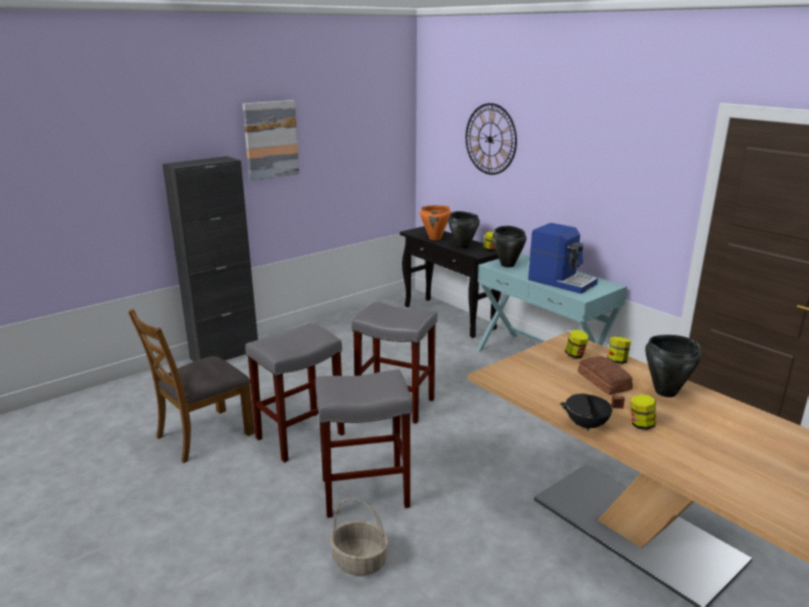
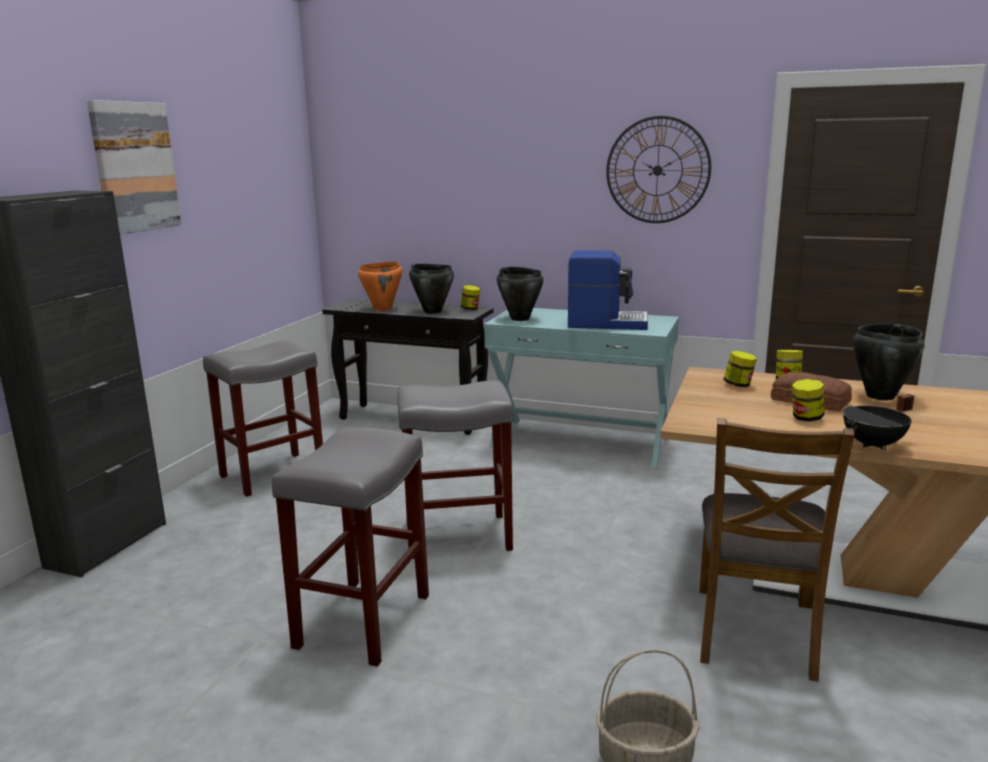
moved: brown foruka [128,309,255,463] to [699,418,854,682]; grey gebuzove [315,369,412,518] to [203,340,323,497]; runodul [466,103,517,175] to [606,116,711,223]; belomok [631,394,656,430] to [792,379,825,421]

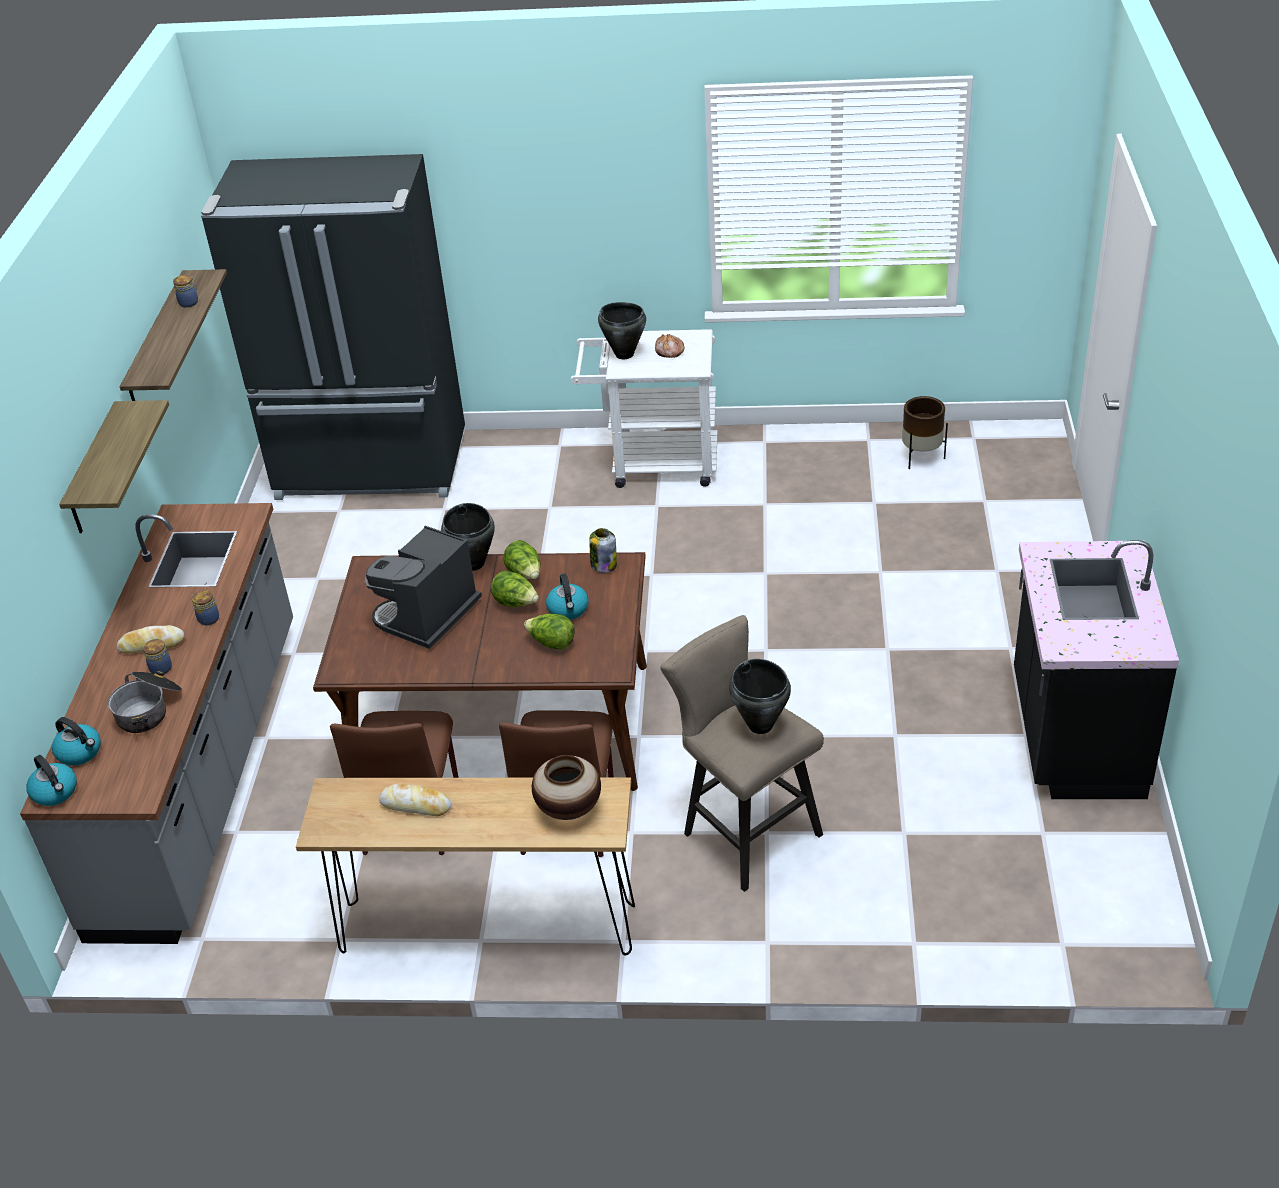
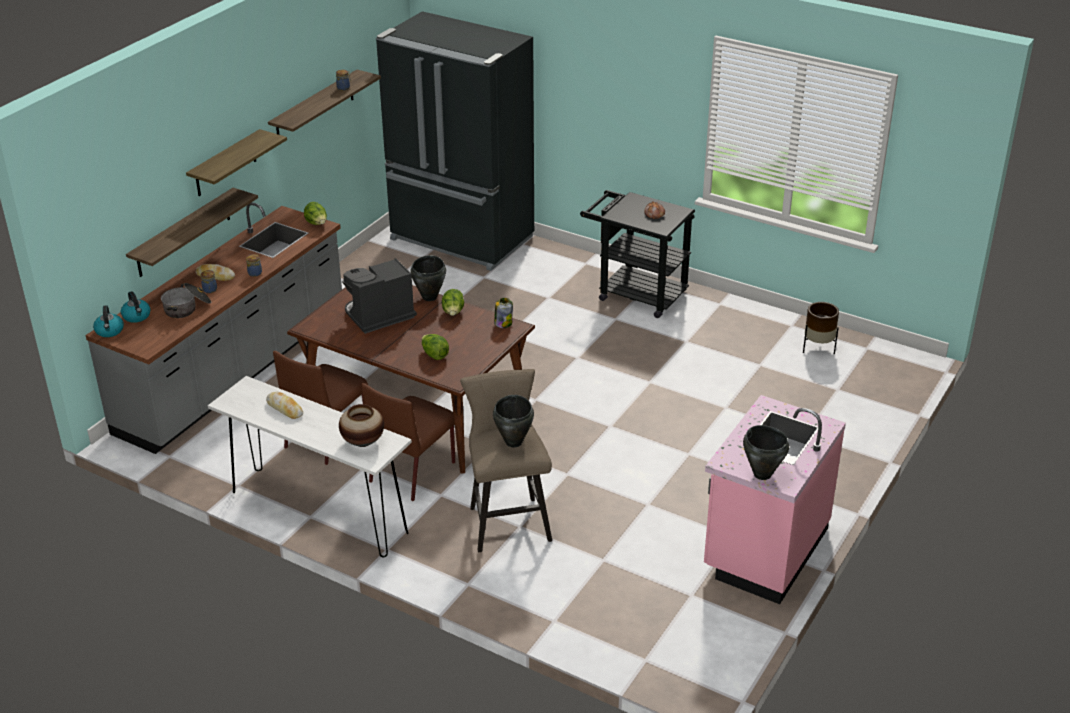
removed: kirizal [546,574,589,620]
added: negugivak [126,188,258,277]
moved: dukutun [491,571,539,607] to [304,202,327,225]; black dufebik [598,302,646,359] to [743,425,789,480]
recoloured: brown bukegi [296,777,635,955] to white bukegi [208,376,412,557]; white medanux [571,329,718,488] to black medanux [580,190,695,318]; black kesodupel [1014,540,1179,799] to pink kesodupel [704,395,846,604]

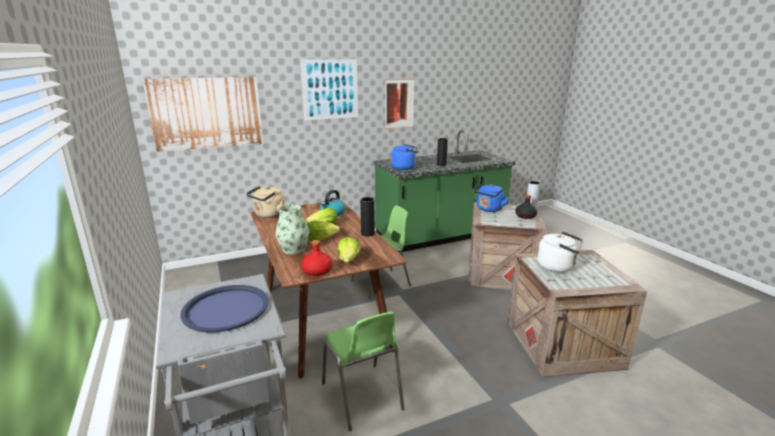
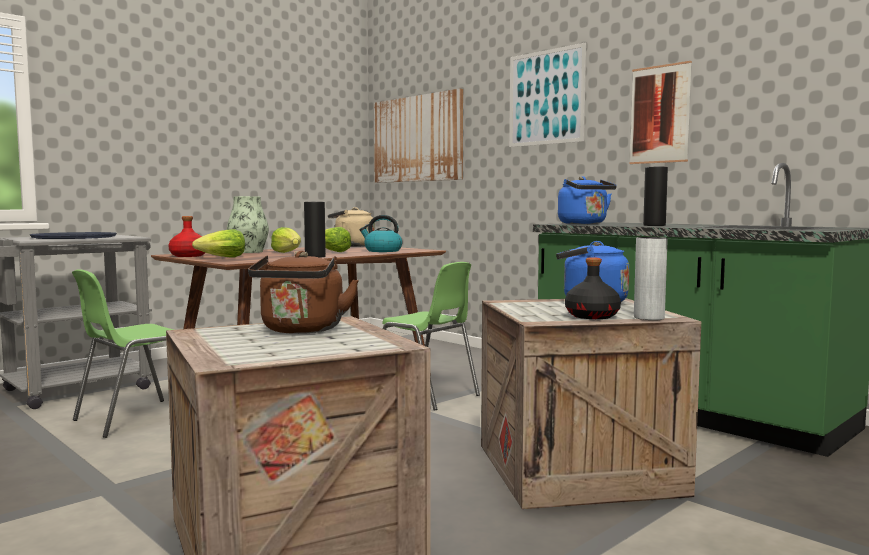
recoloured: white kirizal [537,231,583,272] to brown kirizal [248,251,359,334]

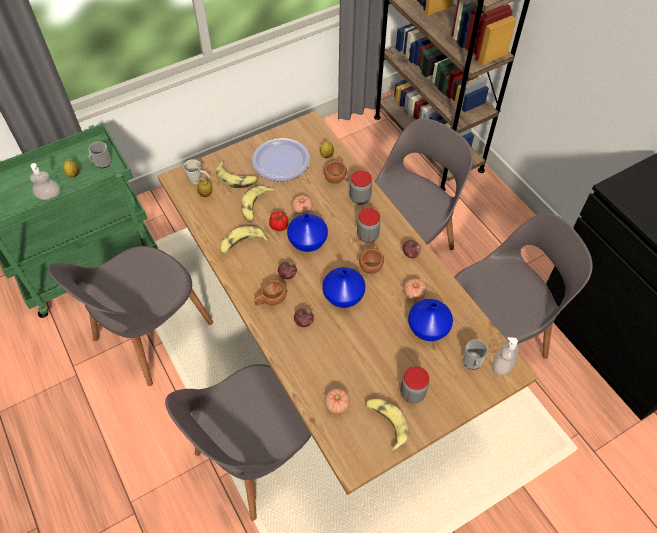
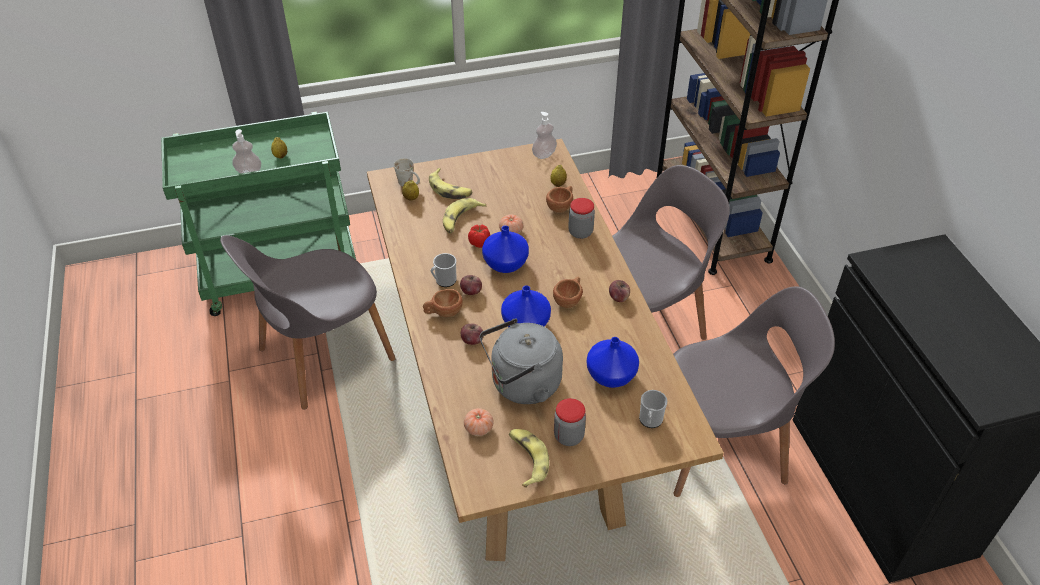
removed: grey foruka [165,364,312,521]; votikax [220,226,269,255]; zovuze [252,138,310,181]; belomok [357,208,381,243]; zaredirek [403,278,427,300]
added: grey kirizal [479,319,563,404]
moved: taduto [88,142,111,168] to [430,253,457,287]; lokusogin [493,337,518,376] to [532,112,557,159]

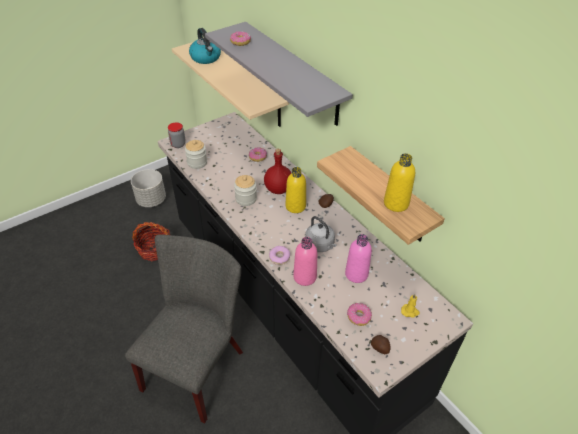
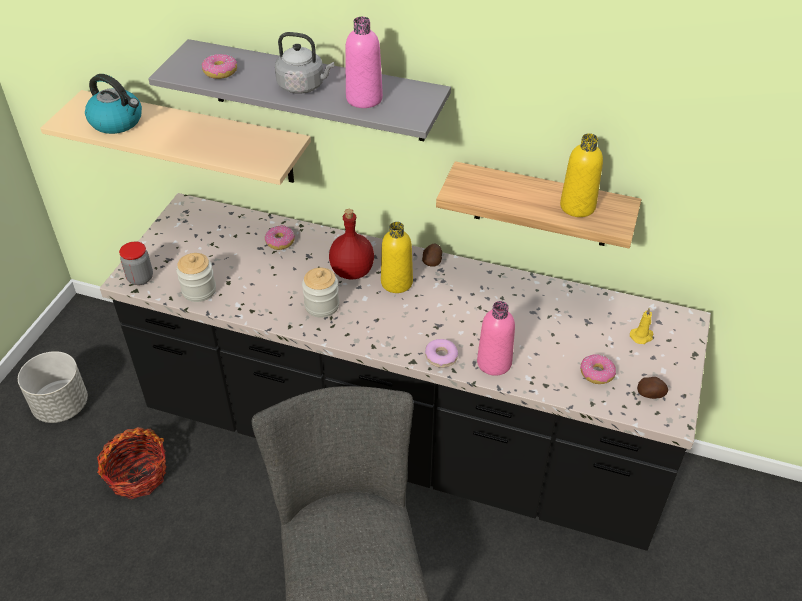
moved: grey kirizal [305,216,337,252] to [275,32,334,94]; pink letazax [345,234,372,283] to [345,17,383,108]

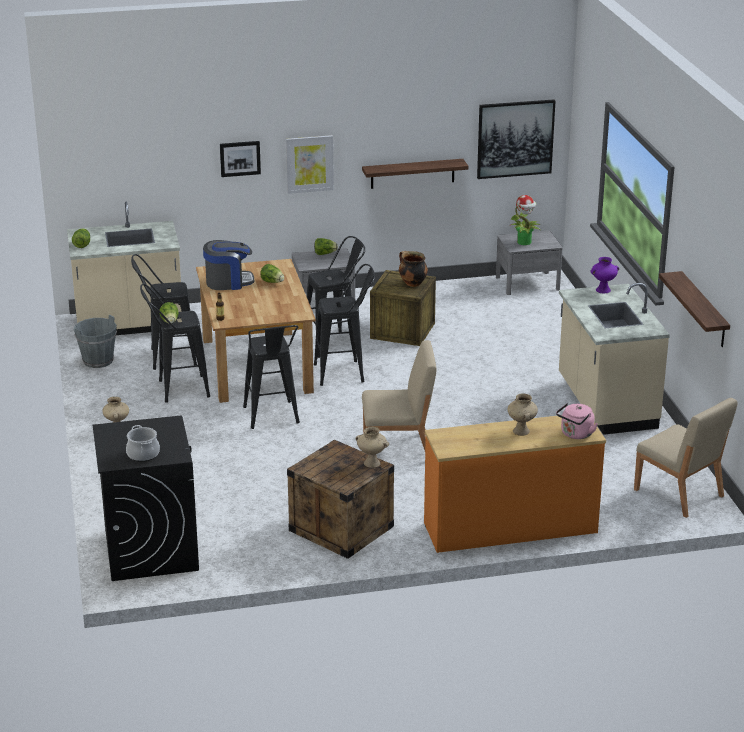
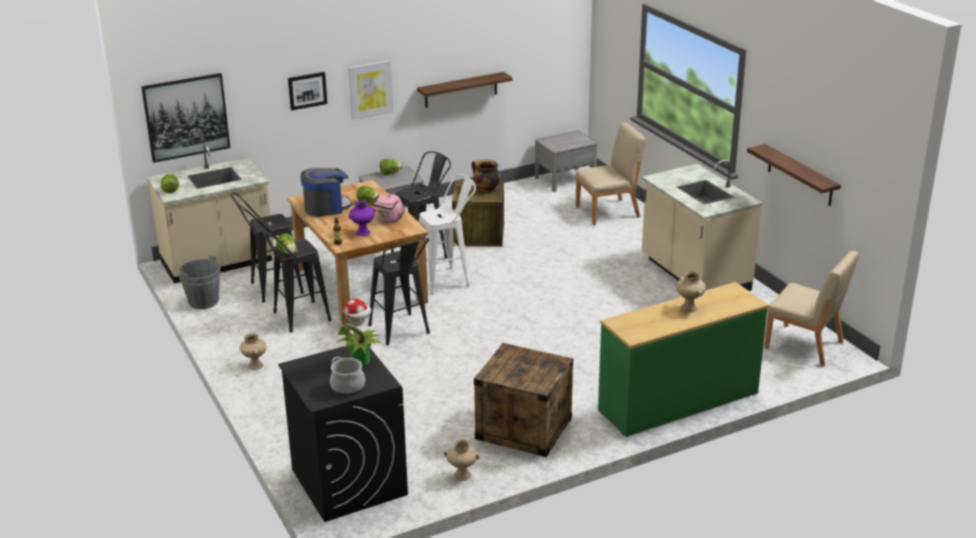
moved: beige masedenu [355,427,389,468] to [444,440,481,481]; beige foruka [362,340,437,450] to [576,122,646,225]; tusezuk [477,99,555,179] to [141,73,230,163]; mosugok [510,195,540,245] to [337,299,382,366]; pink kirizal [556,403,597,439] to [371,194,406,223]; purple masedenu [590,257,619,293] to [348,200,376,236]
recoloured: black gebuzove [314,264,375,386] to white gebuzove [419,174,476,295]; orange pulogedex [424,416,606,553] to green pulogedex [598,282,769,437]

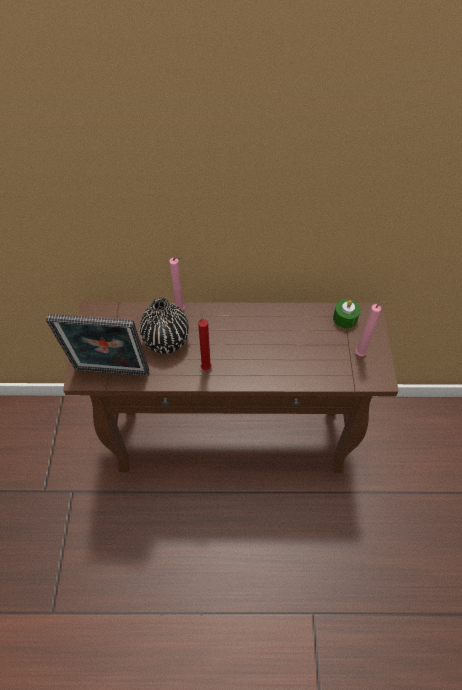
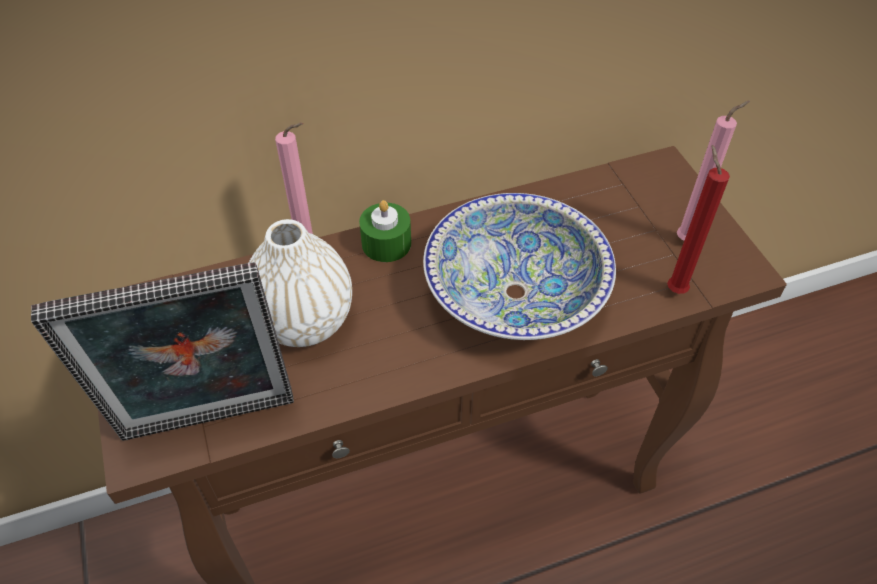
added: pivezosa [423,193,616,340]
moved: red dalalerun [198,309,212,371] to [667,145,730,294]; green dalalerun [333,299,360,328] to [359,200,411,262]
recoloured: black masedenu [140,298,189,354] to white masedenu [249,219,352,347]

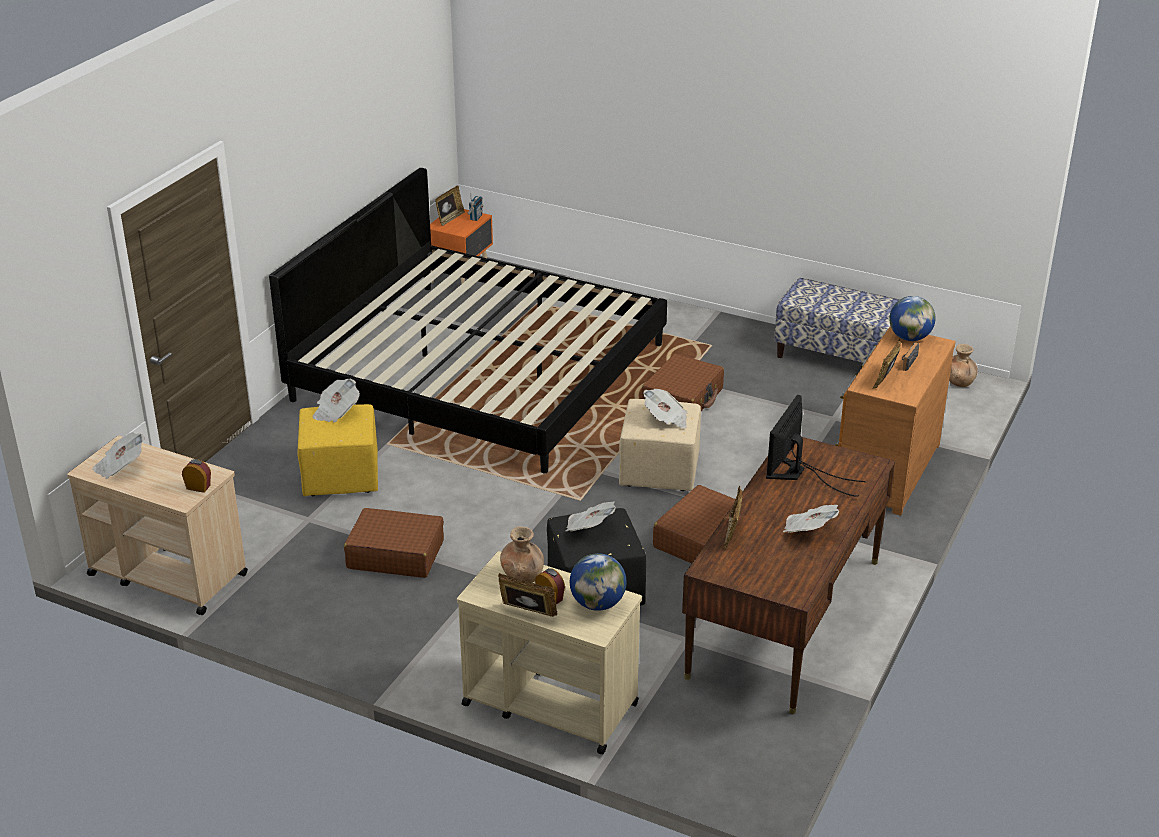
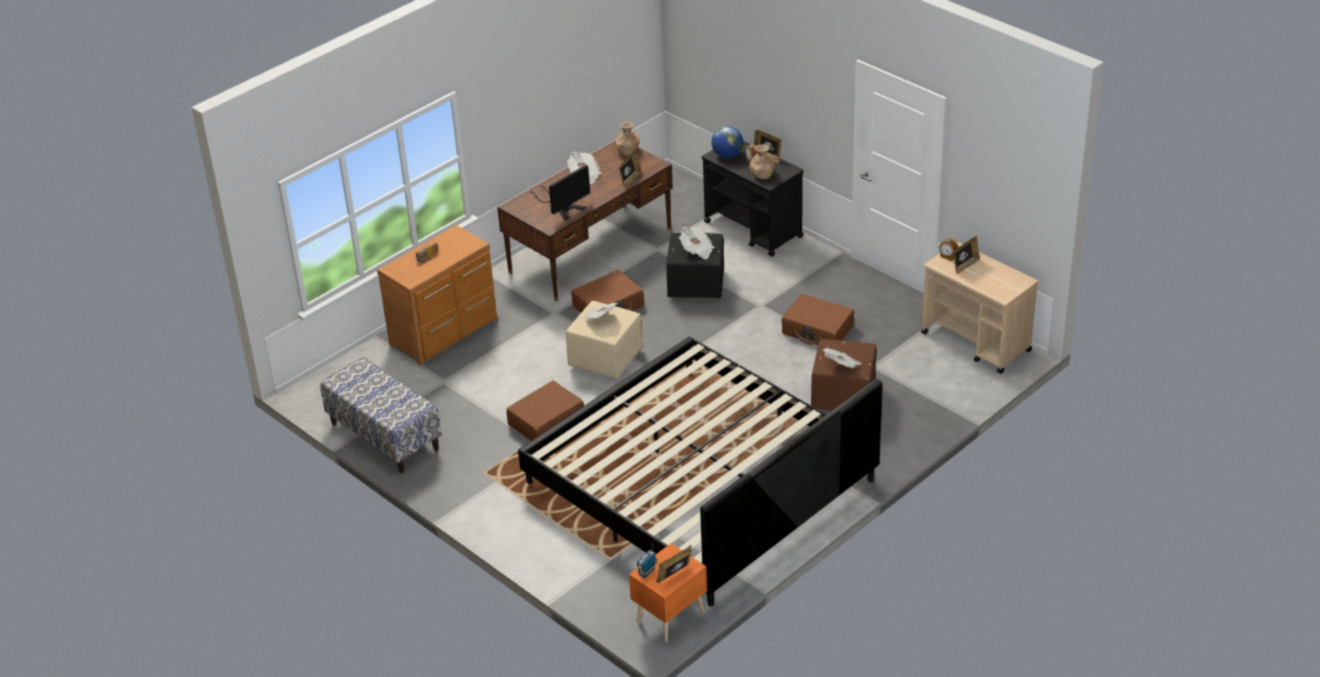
removed: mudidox [92,432,145,479]; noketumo [889,296,936,341]
moved: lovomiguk [872,338,901,389] to [953,236,980,275]; brown masedenu [949,344,978,387] to [615,122,640,156]
recoloured: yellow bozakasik [298,404,378,496] to brown bozakasik [811,339,877,410]; beige medanux [457,551,642,754] to black medanux [702,141,804,257]

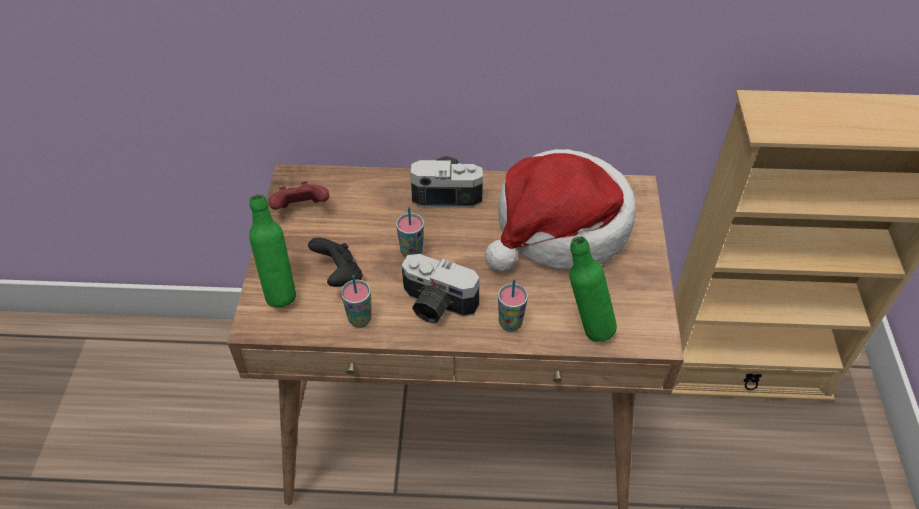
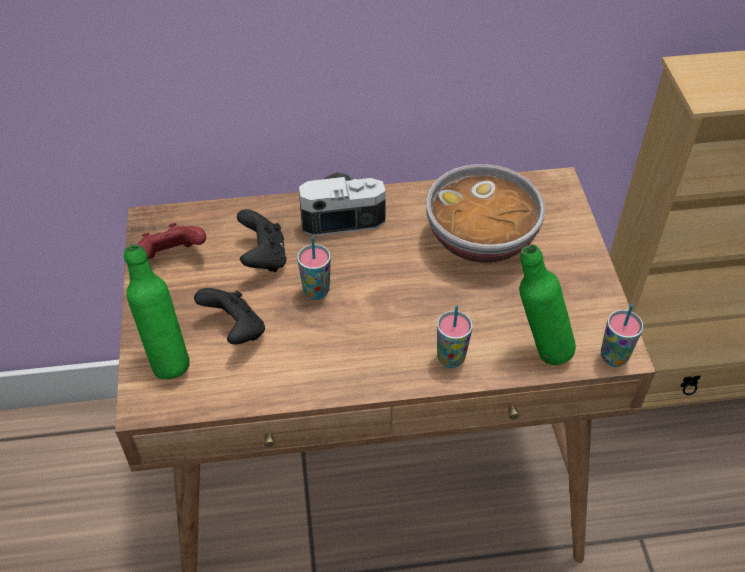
removed: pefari [401,254,480,323]
added: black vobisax [237,209,286,272]
moved: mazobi [341,275,372,328] to [601,304,644,367]
replaced: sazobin [485,149,636,272] to pivezosa [426,164,545,263]

